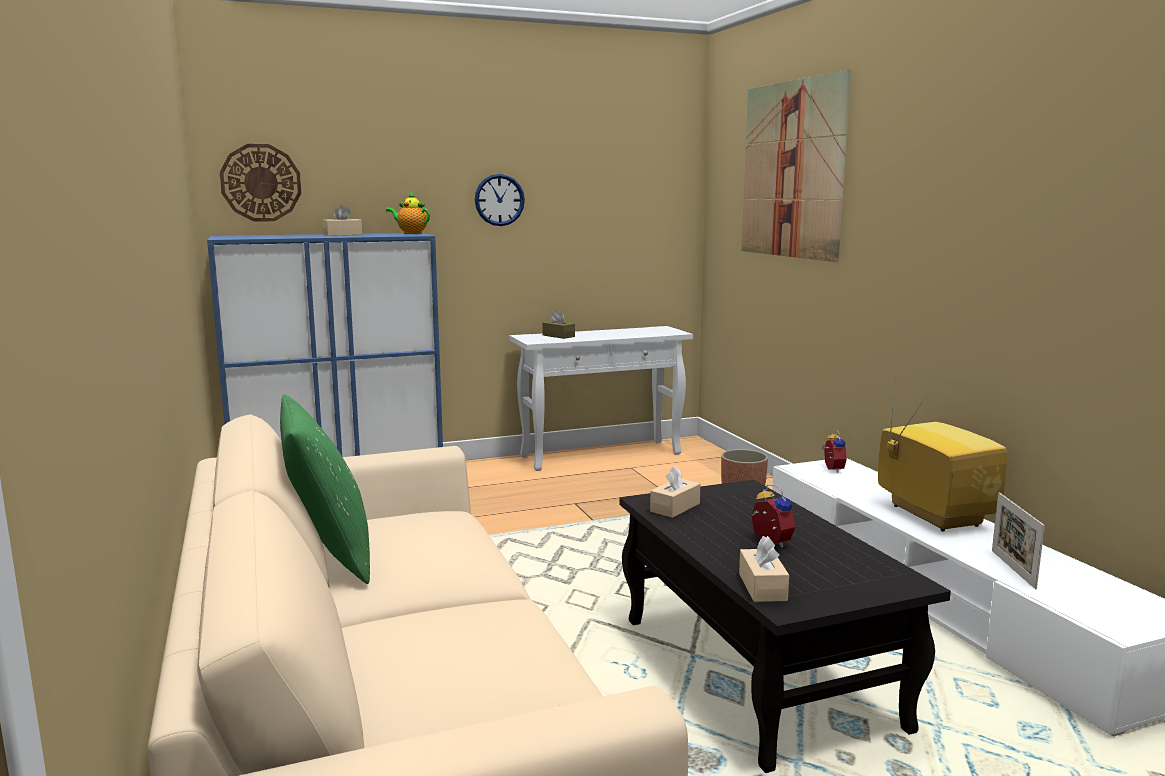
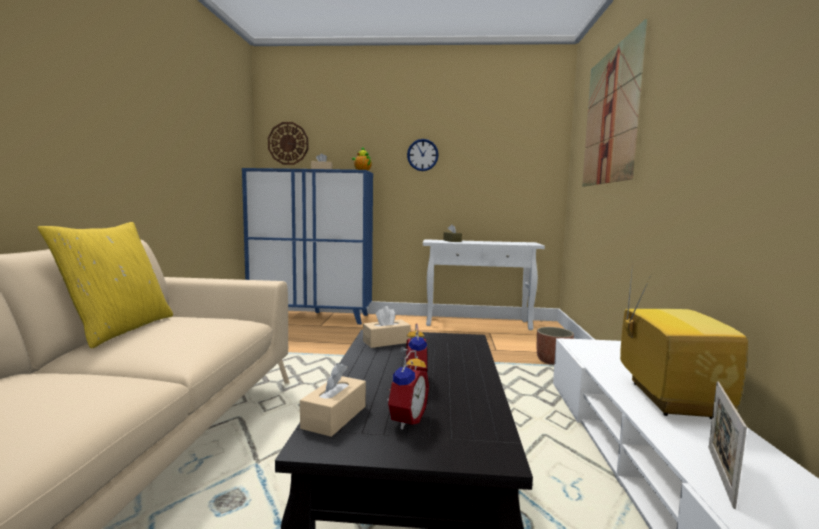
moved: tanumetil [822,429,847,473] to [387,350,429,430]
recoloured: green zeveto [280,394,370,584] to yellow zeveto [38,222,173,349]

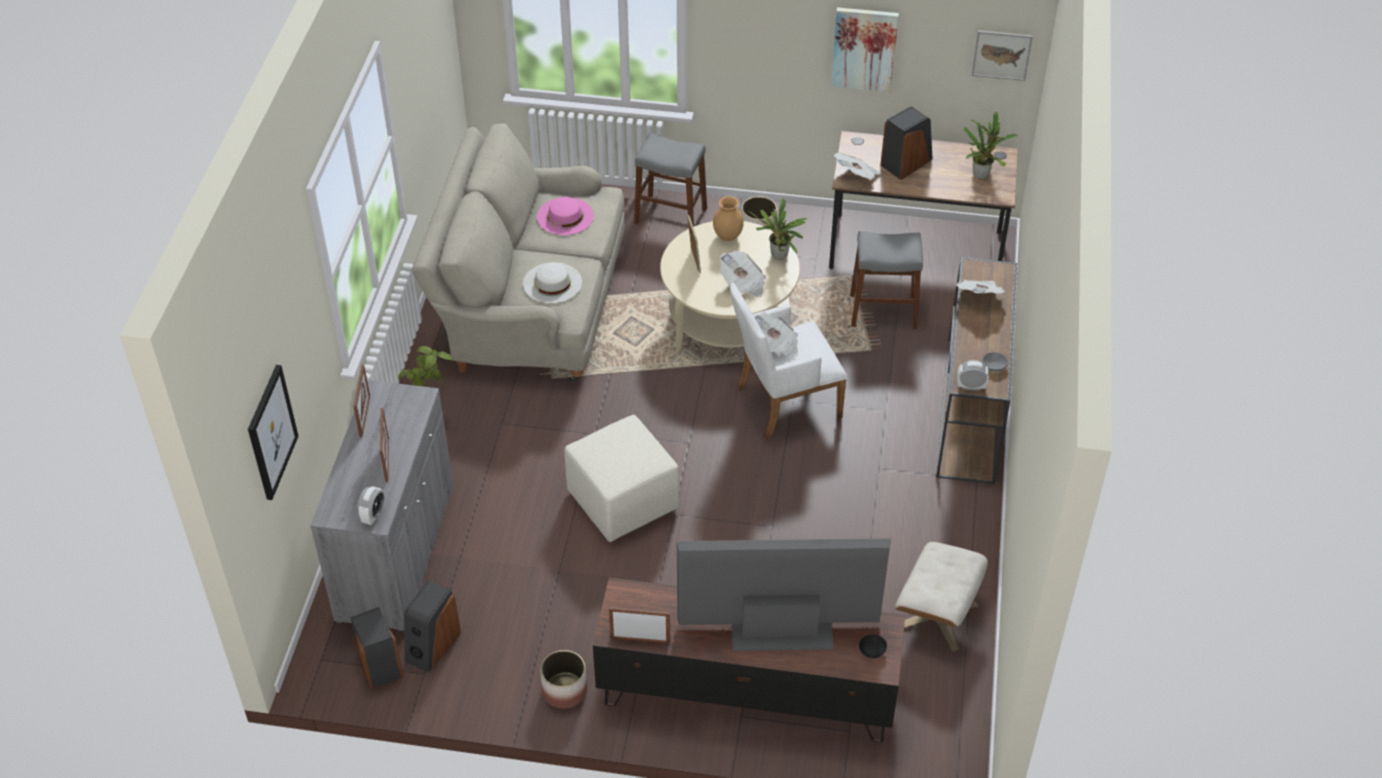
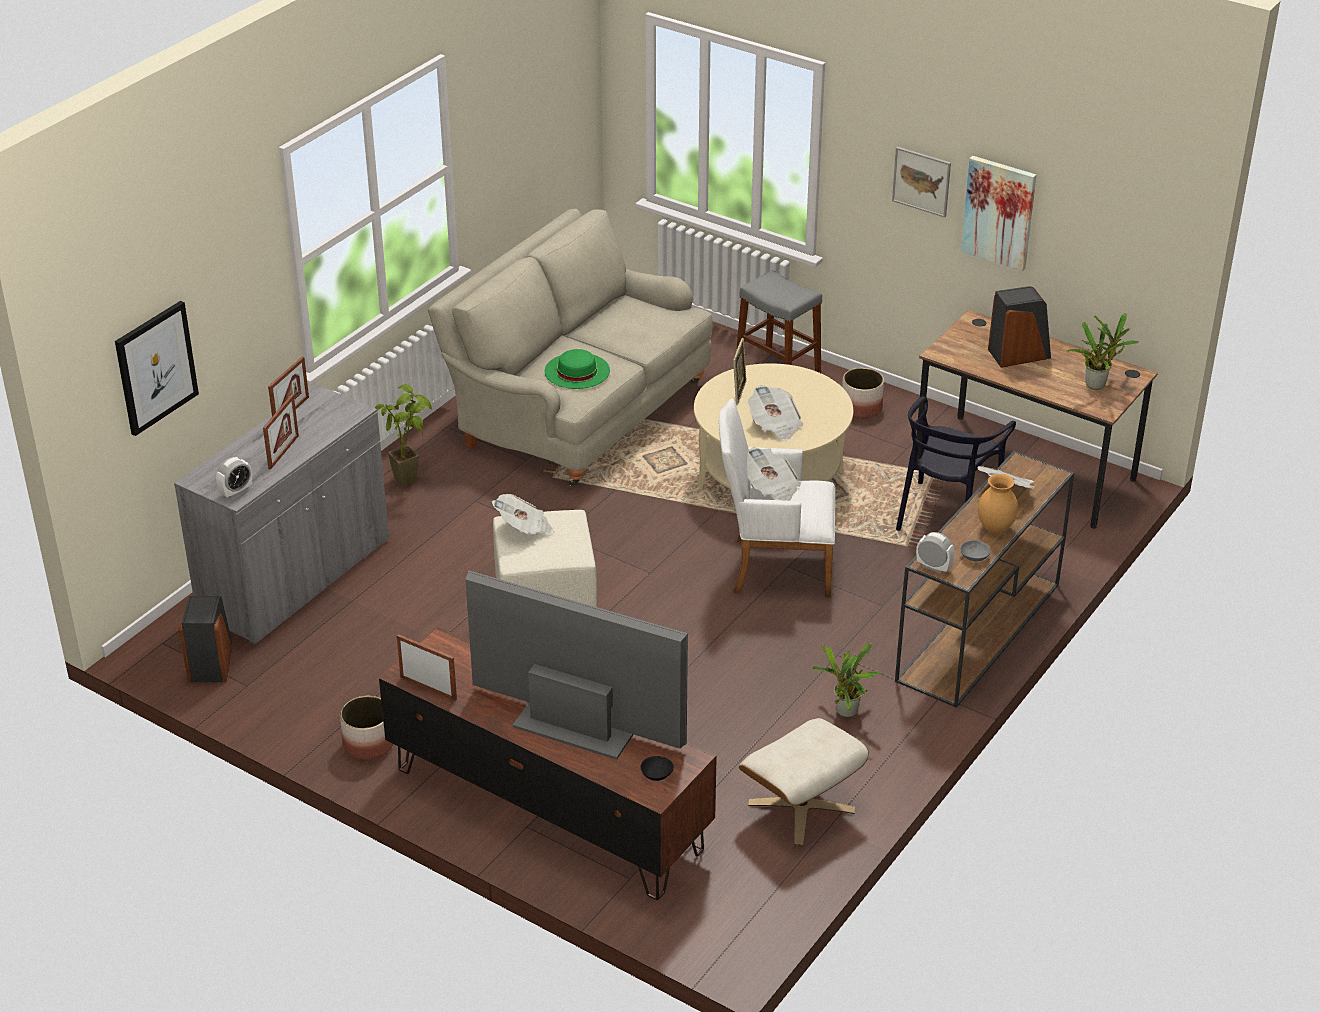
removed: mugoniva [404,580,461,672]; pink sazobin [537,197,594,235]
moved: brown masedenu [713,196,744,241] to [978,474,1018,534]; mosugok [749,198,807,260] to [811,642,882,717]; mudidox [834,152,881,180] to [492,494,555,535]; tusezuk [972,30,1033,81] to [892,147,951,218]
replaced: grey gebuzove [850,231,923,329] to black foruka [896,396,1016,531]
recoloured: white sazobin [523,262,582,303] to green sazobin [545,349,610,389]

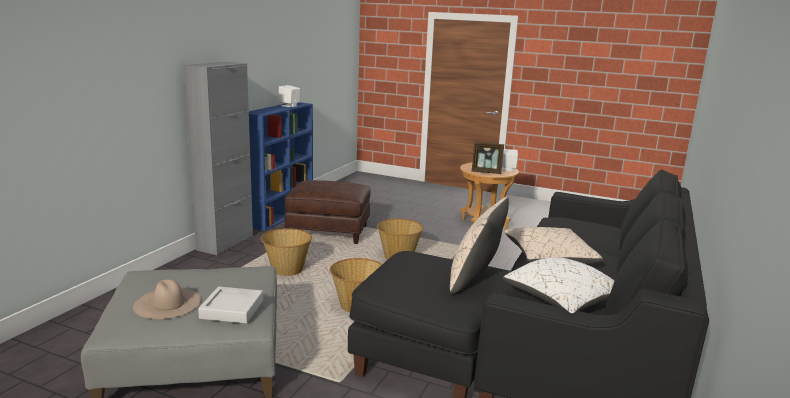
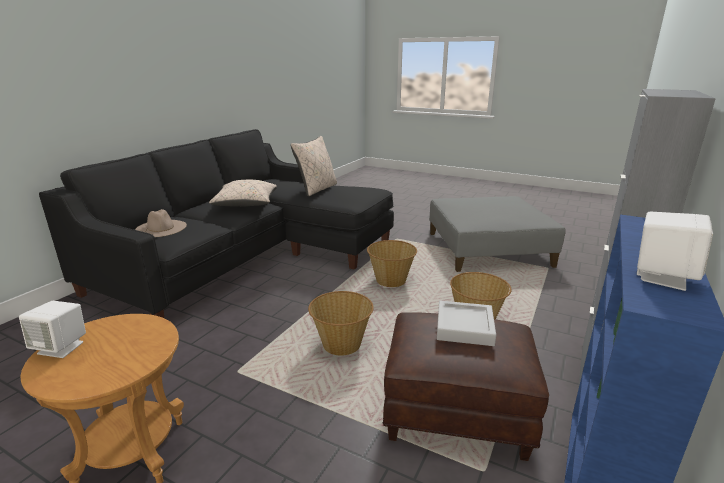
removed: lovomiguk [472,142,504,174]; white zeveto [503,257,615,314]
moved: beige sazobin [133,279,201,319] to [135,209,187,237]; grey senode [198,286,263,324] to [437,301,496,346]

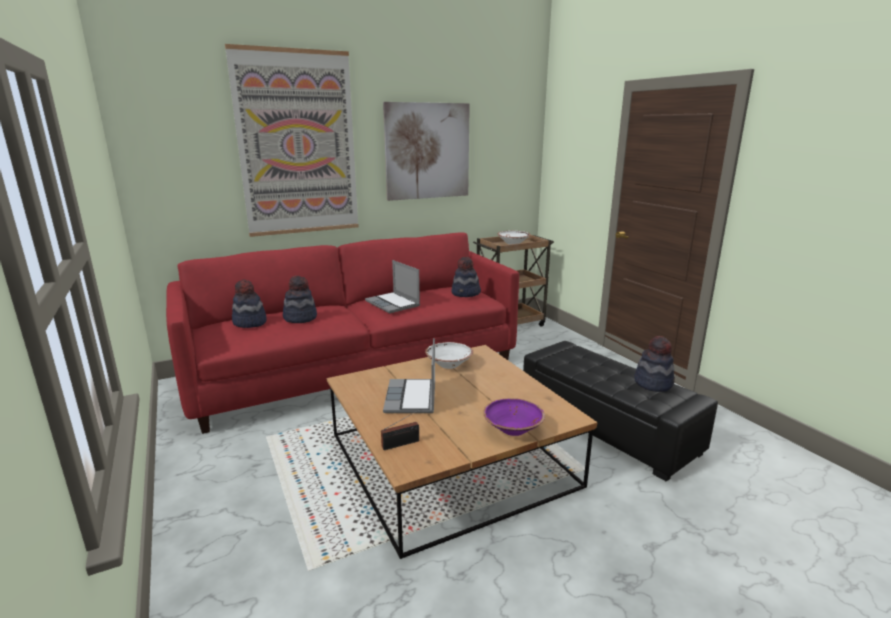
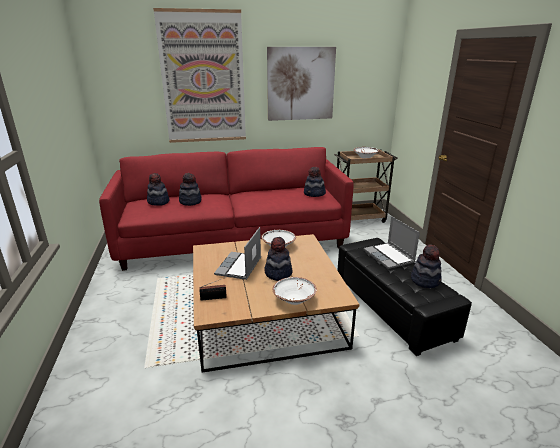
added: sazobin [264,237,293,281]
moved: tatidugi [365,260,420,313] to [364,216,420,269]
recoloured: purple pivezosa [483,398,545,436] to white pivezosa [273,277,317,305]

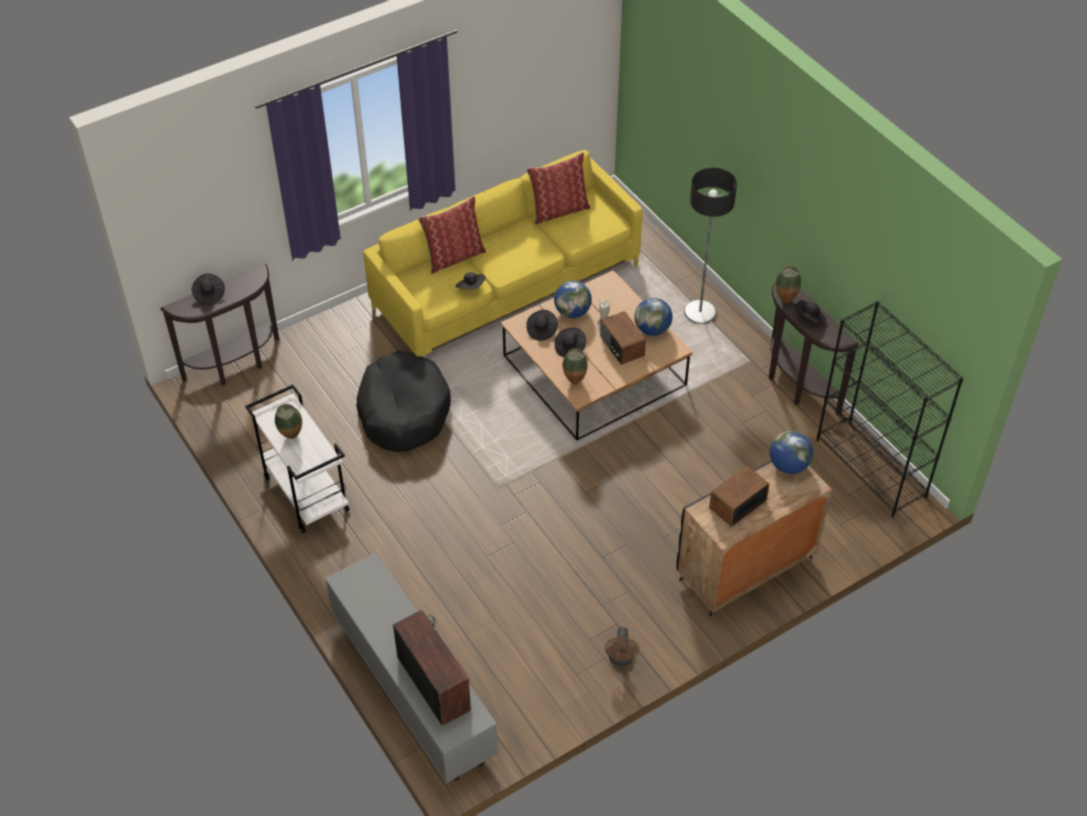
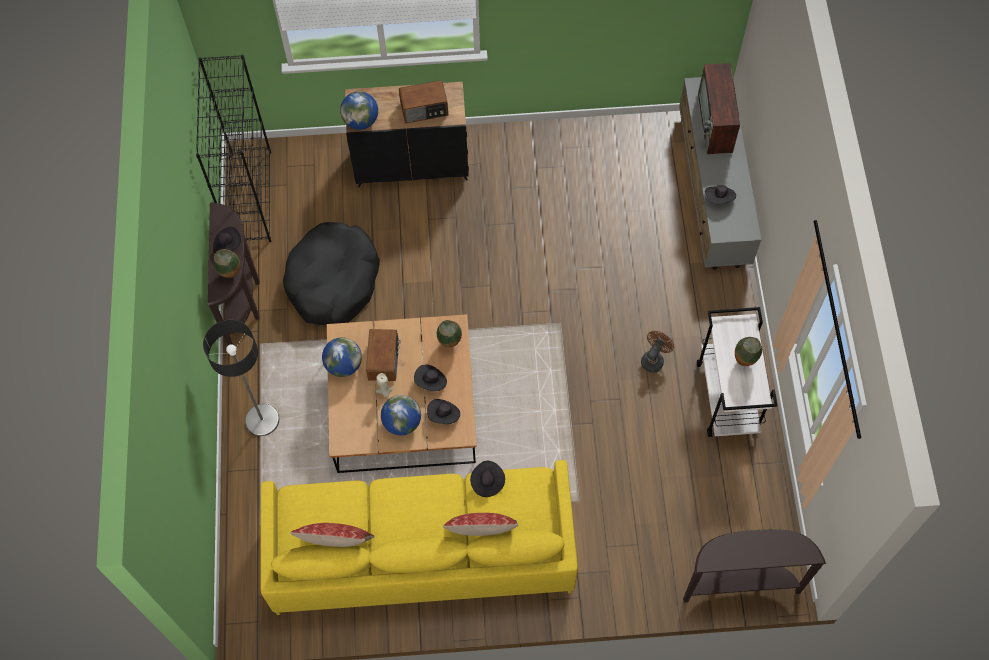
moved: black sazobin [192,274,225,306] to [705,185,736,204]; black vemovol [356,350,451,452] to [283,222,380,325]; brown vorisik [605,627,639,666] to [641,331,674,373]

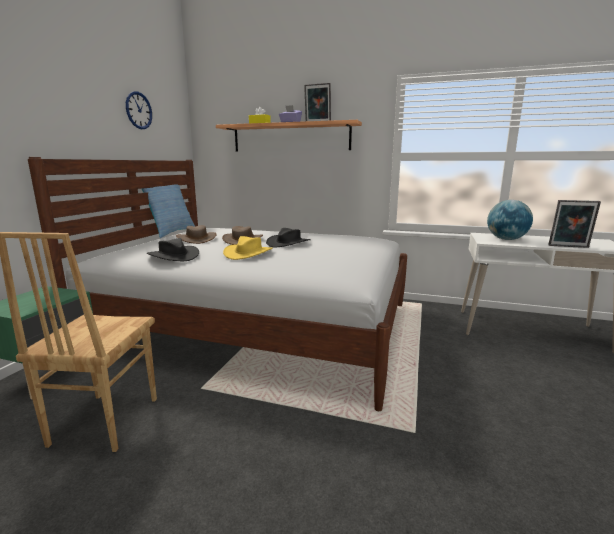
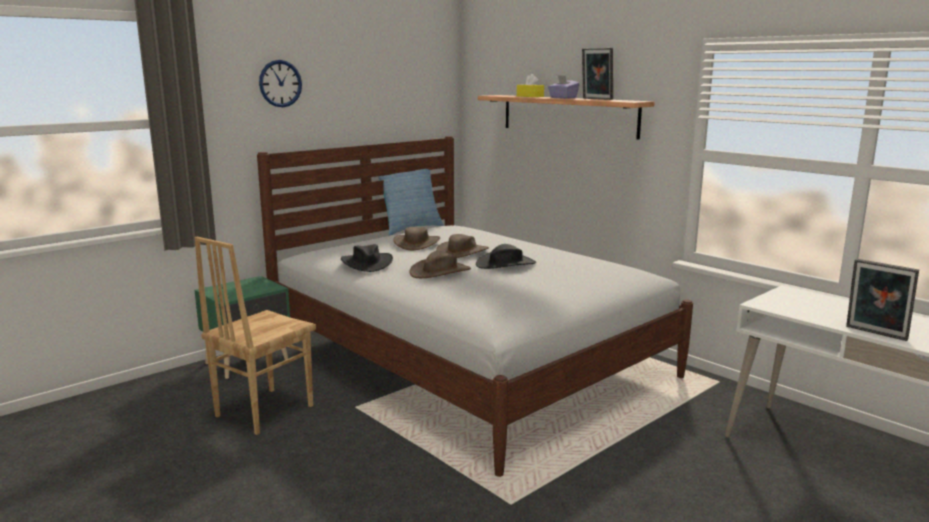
removed: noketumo [487,200,533,240]
moved: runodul [126,91,152,129] to [259,60,302,107]
recoloured: yellow sazobin [223,236,273,260] to brown sazobin [409,251,471,278]

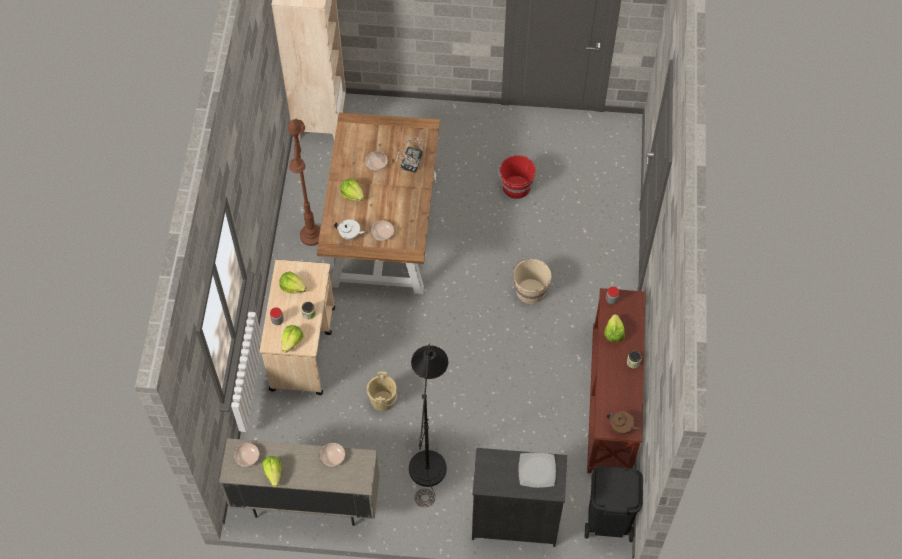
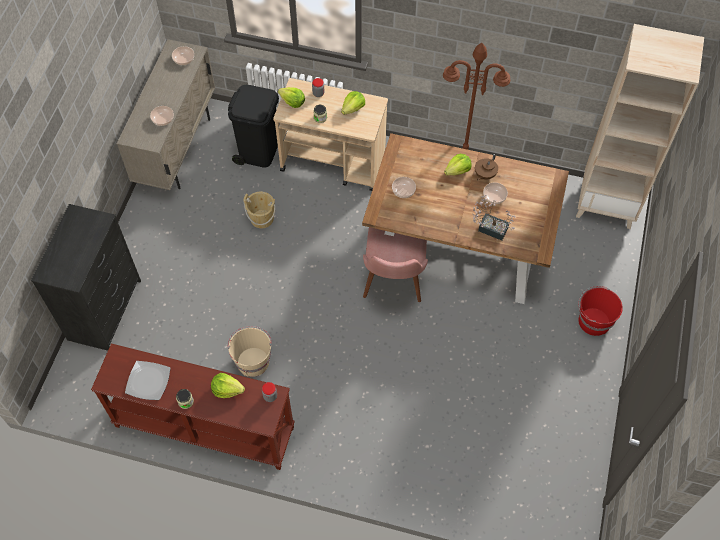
removed: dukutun [263,456,282,487]; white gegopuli [334,219,366,240]; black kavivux [409,344,448,507]
added: pink foruka [363,227,428,302]
moved: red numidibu [499,155,536,199] to [578,286,623,336]; beige numidibu [512,259,551,304] to [228,326,272,377]; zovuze [518,453,556,488] to [125,361,170,400]; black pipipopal [585,466,643,542] to [228,85,279,168]; brown gegopuli [607,411,640,434] to [475,154,498,180]

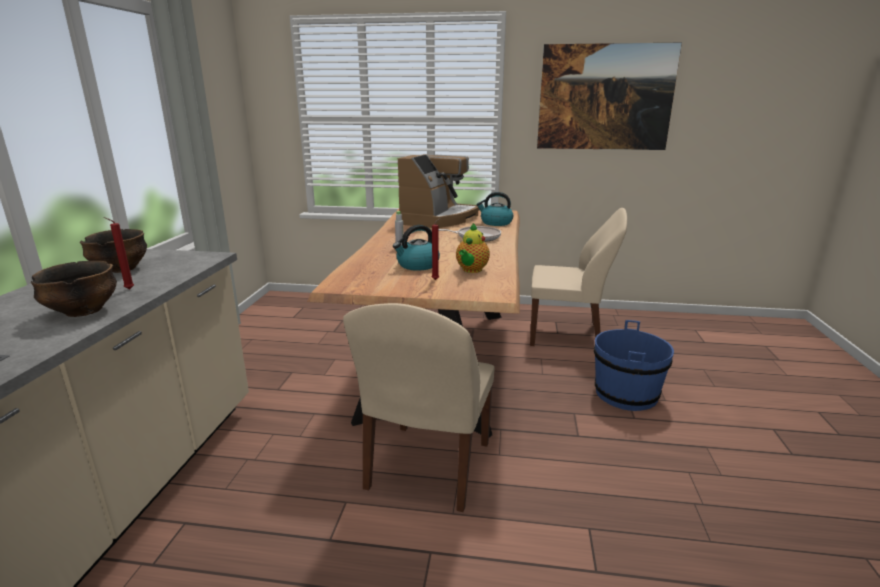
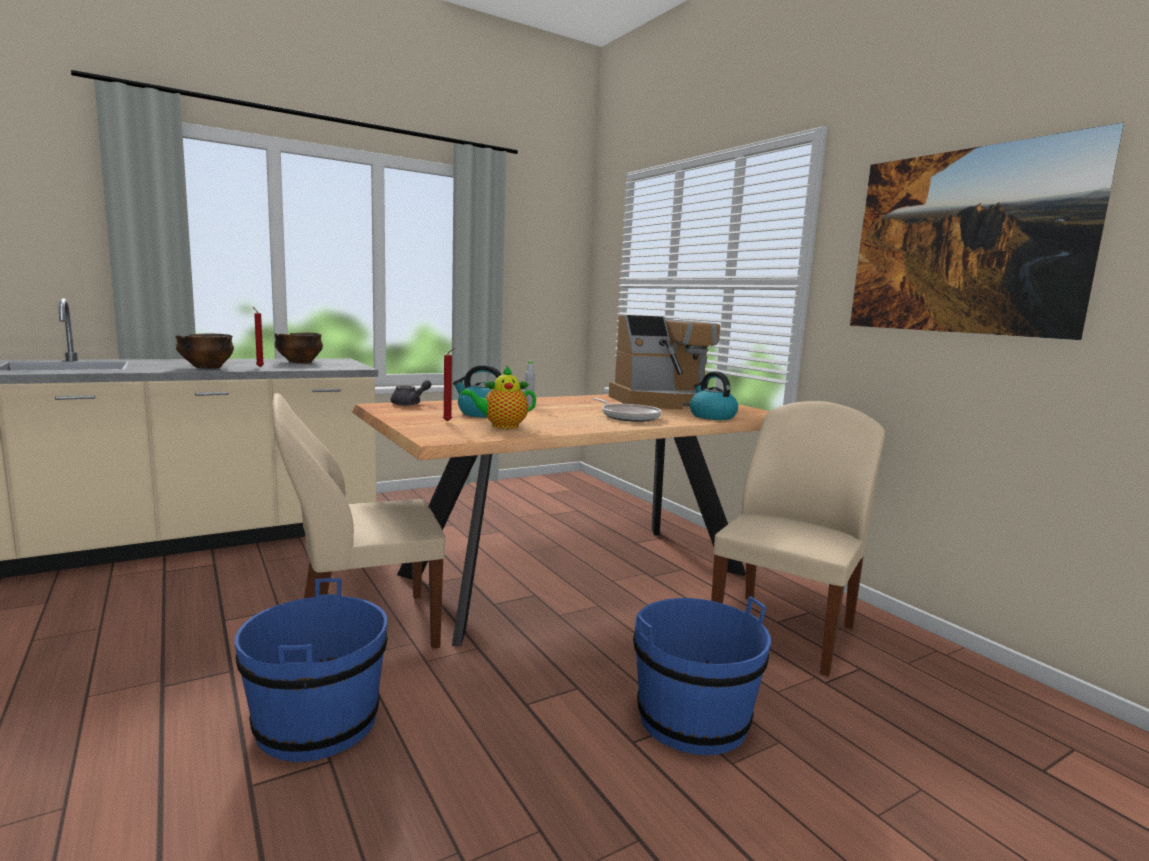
added: blue numidibu [235,578,388,762]; grey gegopuli [391,380,432,406]
turned: beige foruka [530,208,627,346] = [711,401,885,677] 120 degrees counterclockwise

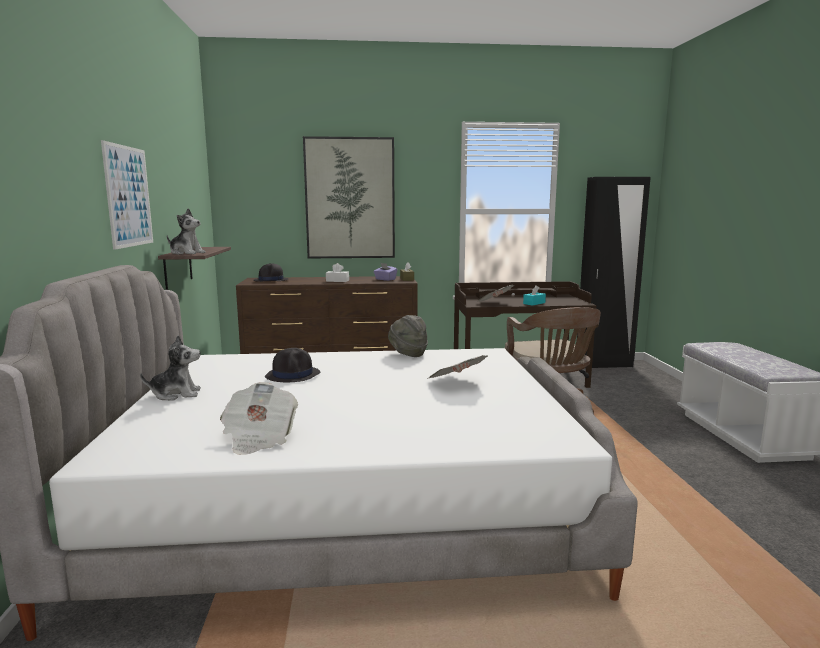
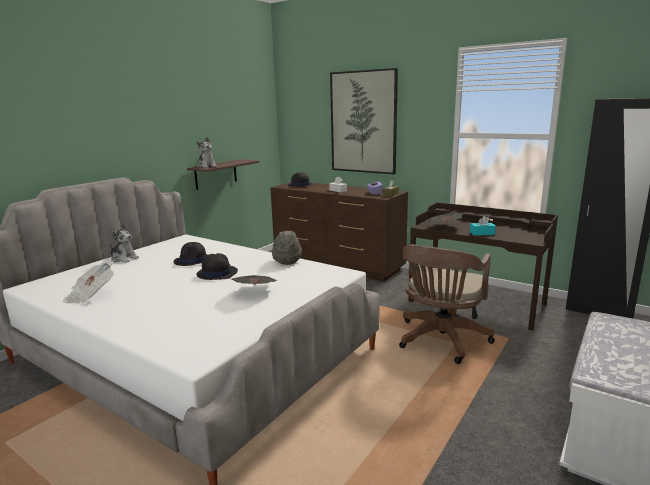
removed: tusezuk [101,140,153,250]
added: black sazobin [196,253,238,280]

